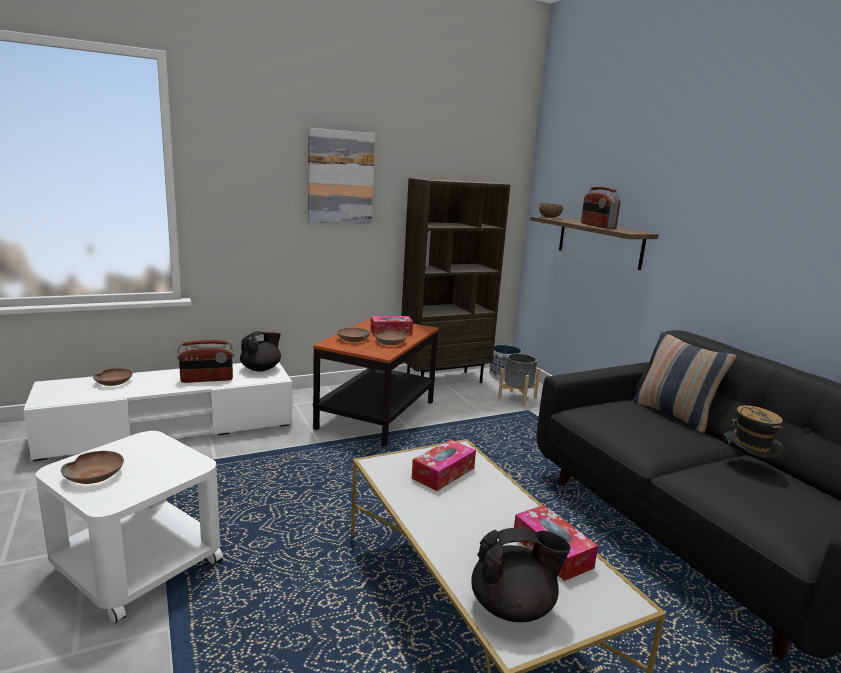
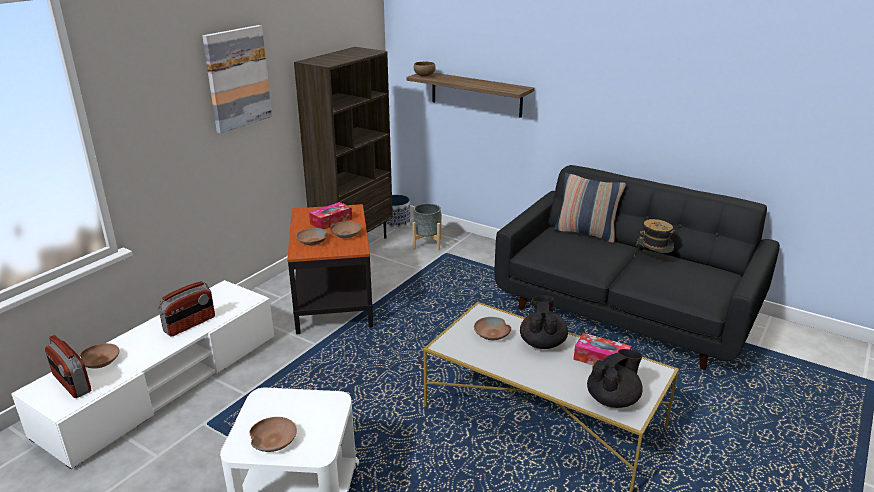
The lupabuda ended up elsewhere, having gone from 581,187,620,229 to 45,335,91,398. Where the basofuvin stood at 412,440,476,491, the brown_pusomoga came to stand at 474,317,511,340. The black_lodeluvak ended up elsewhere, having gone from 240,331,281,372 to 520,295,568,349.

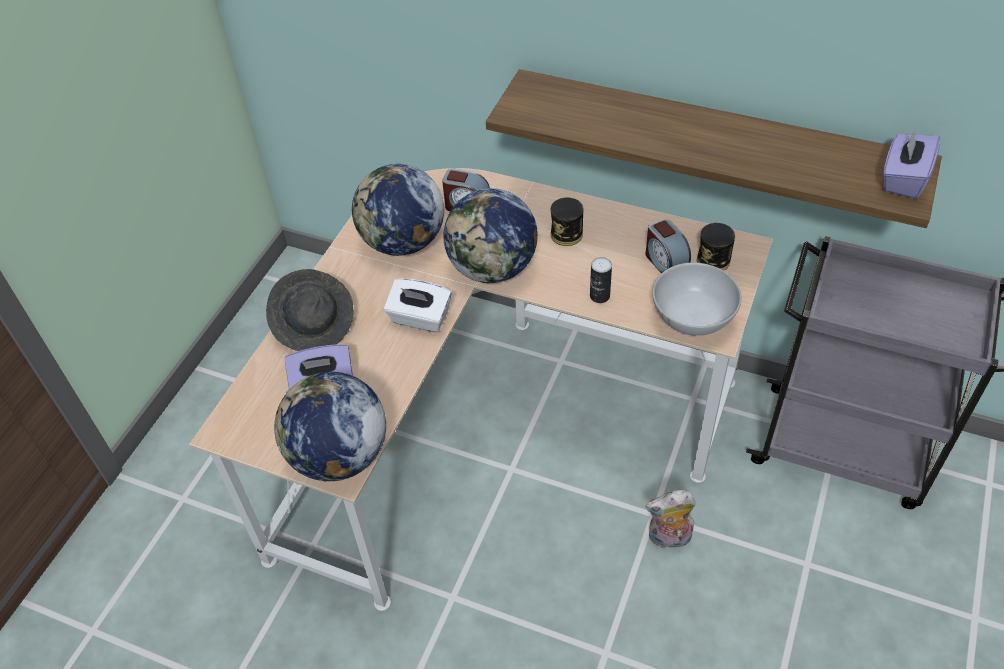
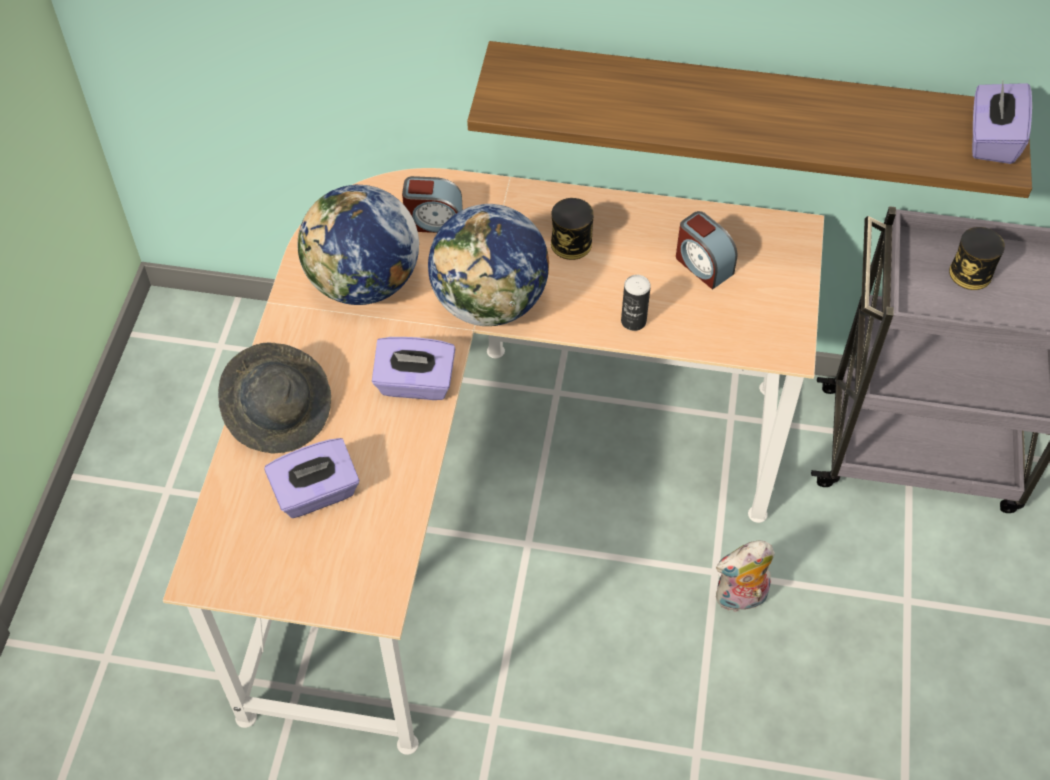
What was the white_basofuvin at 384,278,452,332 turned into the purple_basofuvin at 372,337,455,400. The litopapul ended up elsewhere, having gone from 697,223,735,271 to 949,227,1005,290. The second view lost the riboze at 274,372,386,481. The second view lost the white_pusomoga at 652,263,742,336.

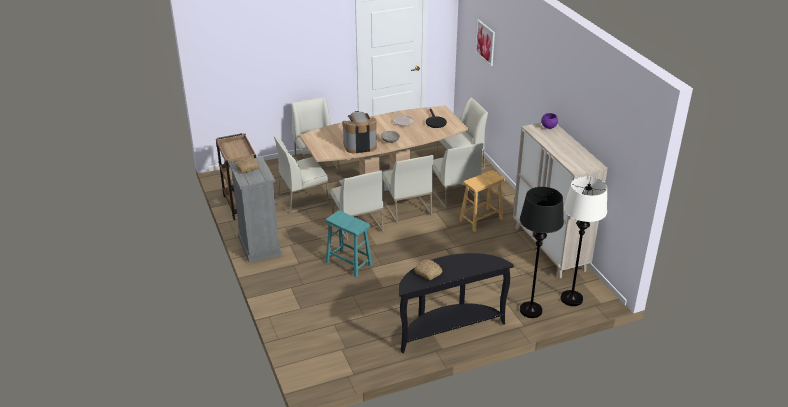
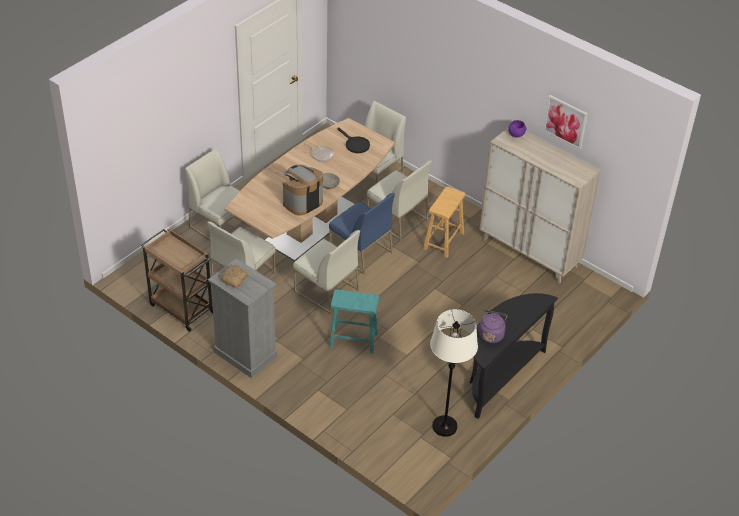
What was the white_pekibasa at 382,155,433,223 turned into the blue_pekibasa at 329,193,395,274. The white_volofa ended up elsewhere, having gone from 561,176,607,306 to 430,309,478,437. Where the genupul stood at 414,259,443,280, the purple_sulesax came to stand at 476,310,507,343. The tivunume ended up elsewhere, having gone from 475,19,495,66 to 543,95,588,149. The second view lost the black_volofa at 520,187,564,318.

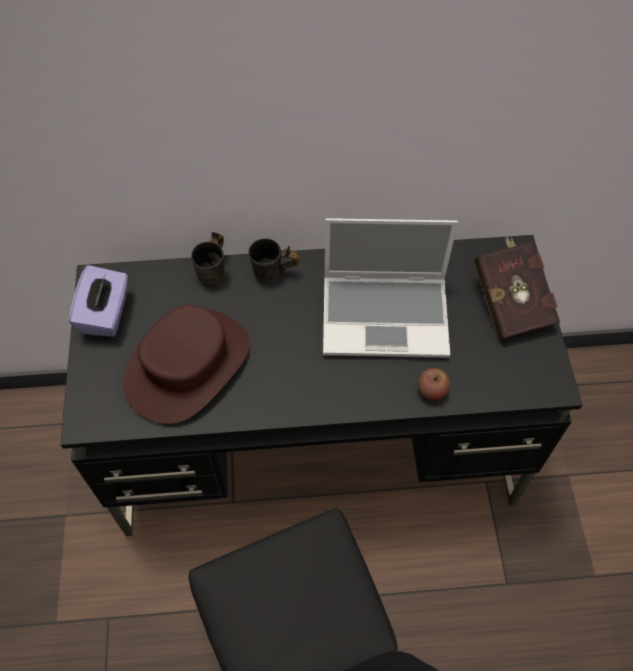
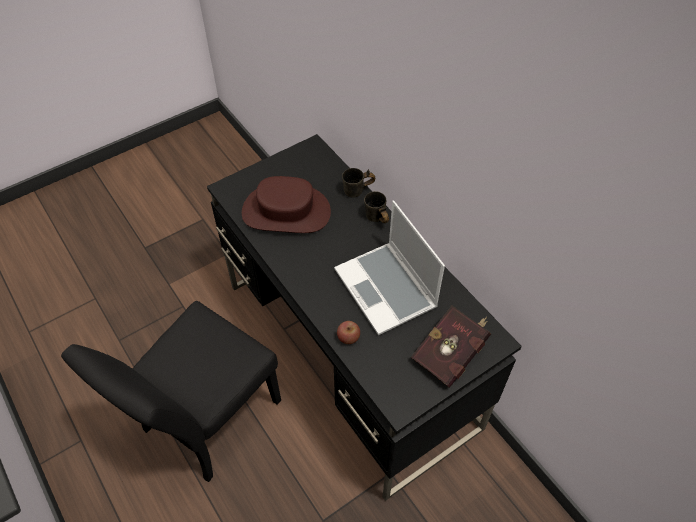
The second view lost the purple_basofuvin at 69,265,128,337.

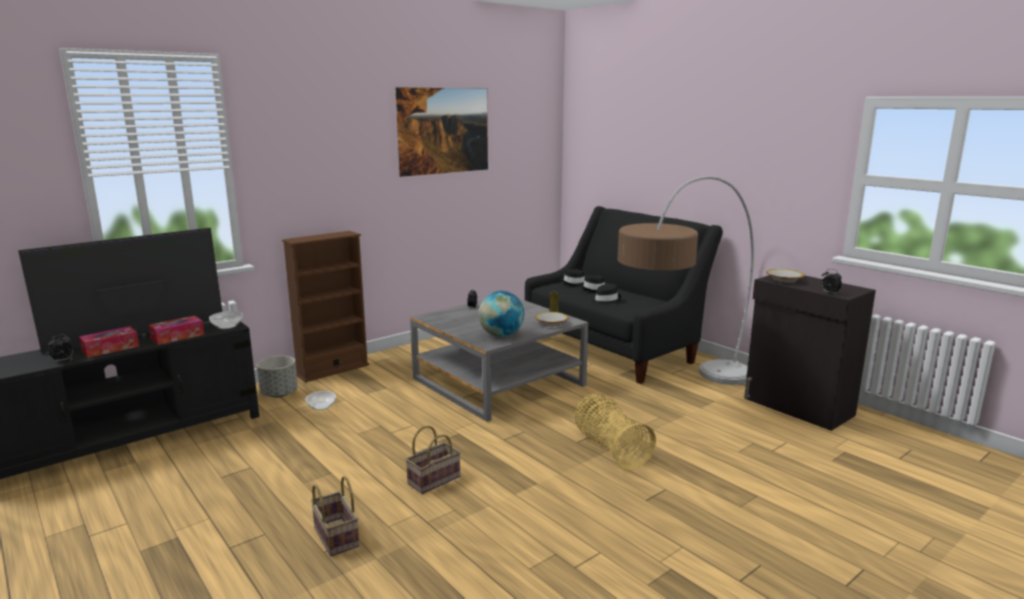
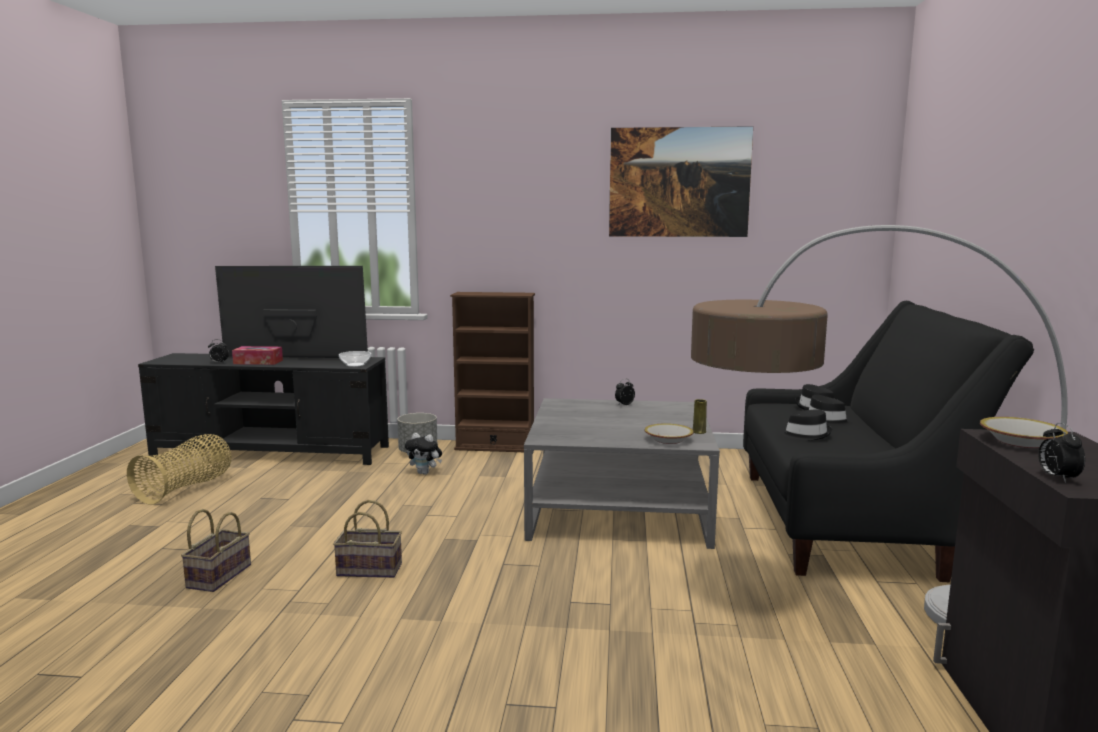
The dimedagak ended up elsewhere, having gone from 574,394,656,470 to 127,434,231,504. Where the pusomoga stood at 306,391,336,410, the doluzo came to stand at 405,433,442,475. The second view lost the basofuvin at 149,316,204,345. The second view lost the riboze at 478,291,524,337.

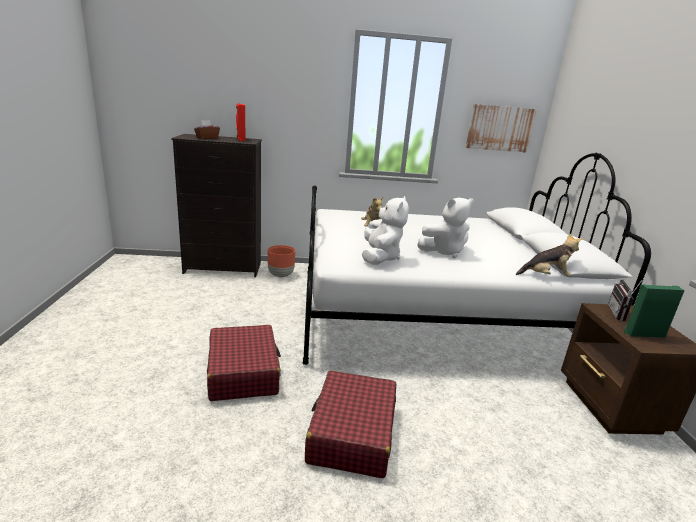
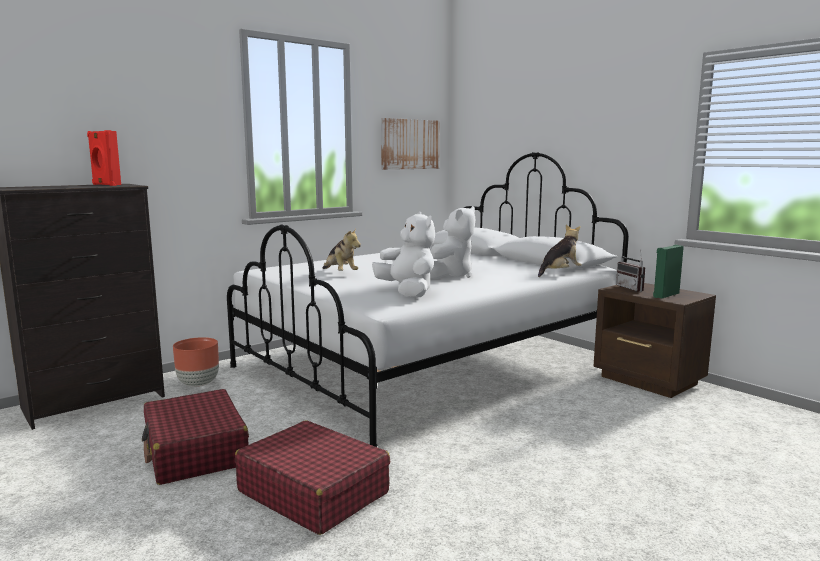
The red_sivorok ended up elsewhere, having gone from 305,370,396,478 to 142,389,249,485. The second view lost the brown_basofuvin at 194,120,220,139.

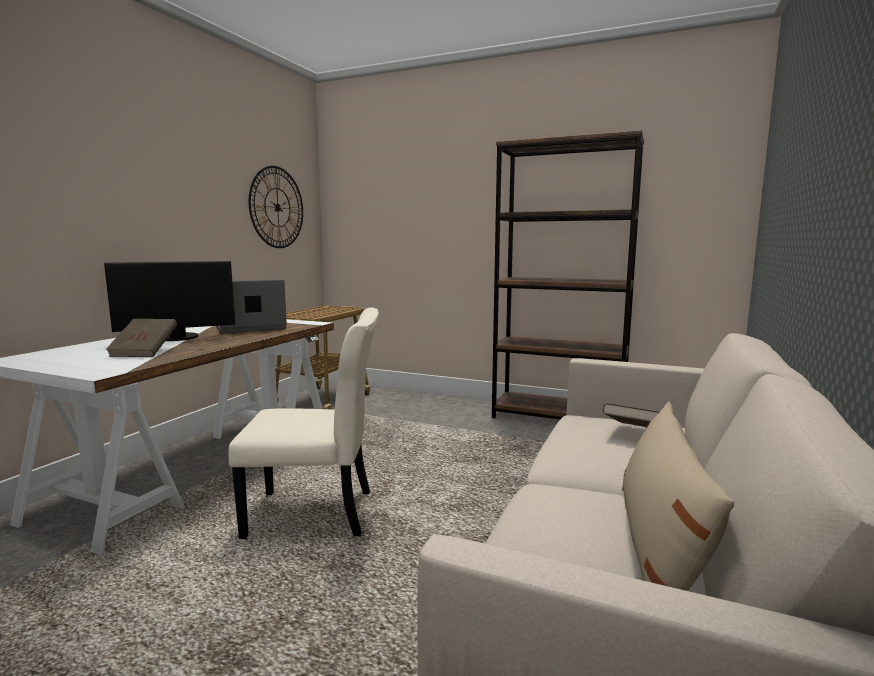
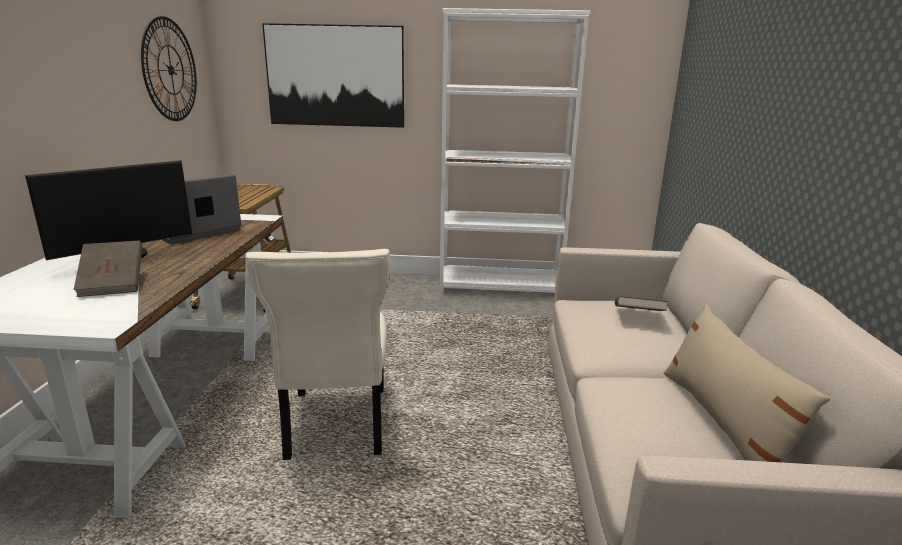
The beige_pekibasa at 228,308,379,539 ended up facing another way, 105 degrees clockwise from before. The second view gained the tivunume at 262,23,404,128. What was the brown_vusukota at 492,130,644,420 turned into the white_vusukota at 440,8,590,295.

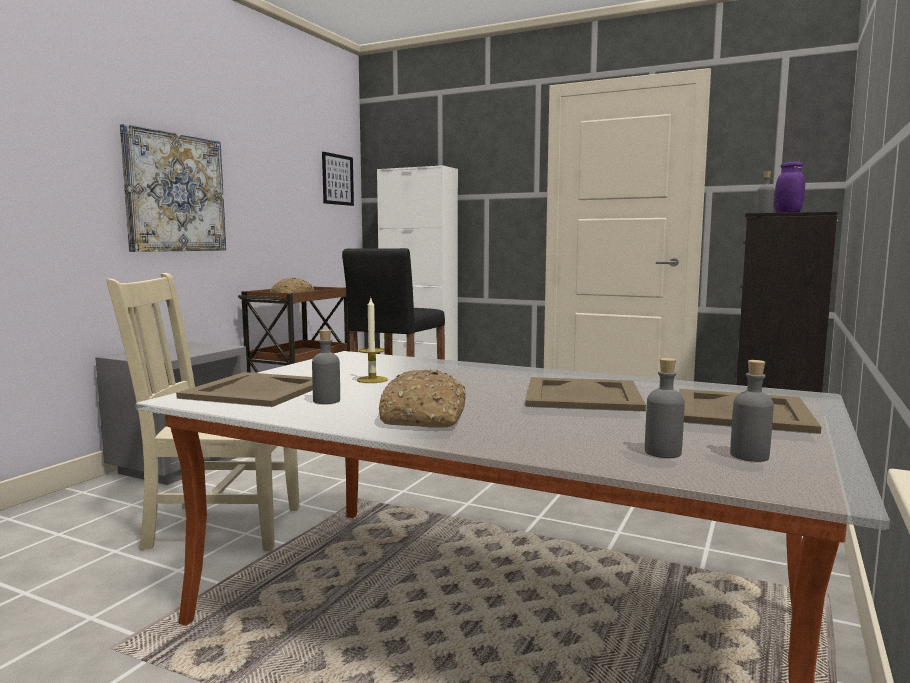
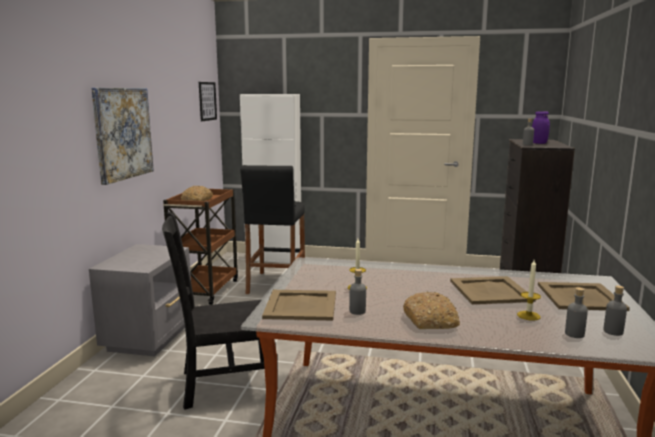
What was the beige_pekibasa at 106,273,299,551 turned into the black_pekibasa at 162,212,265,410. The second view gained the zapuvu at 517,260,541,321.

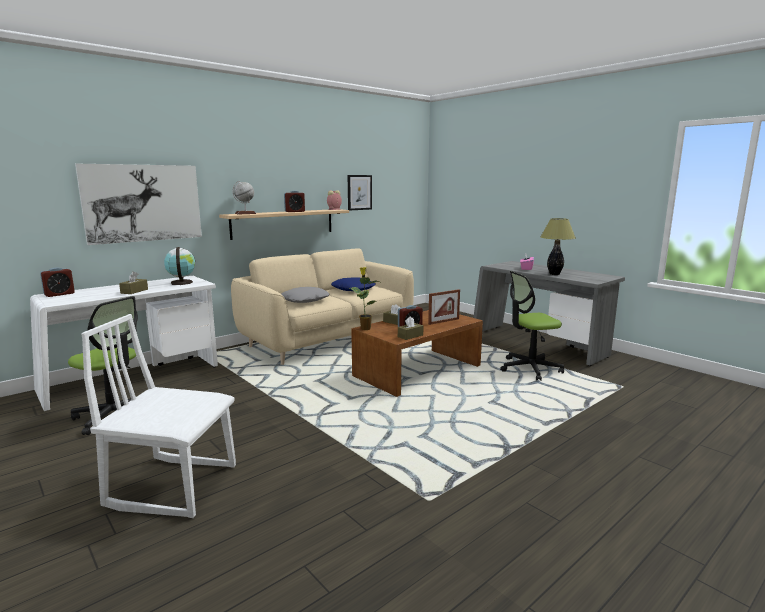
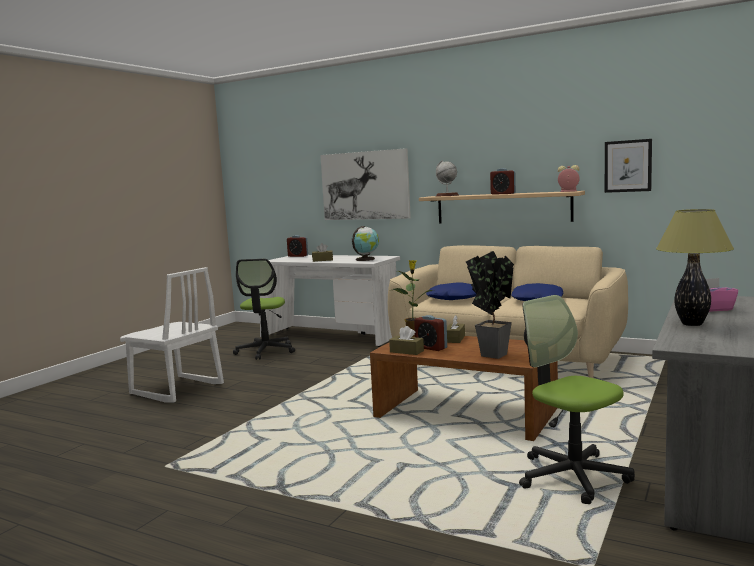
The white_pekibasa at 81,314,236,518 ended up facing another way, 135 degrees clockwise from before. What was the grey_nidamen at 281,287,329,303 turned into the blue_nidamen at 426,282,476,300. Where the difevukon stood at 428,289,460,325, the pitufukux came to stand at 466,251,514,359.

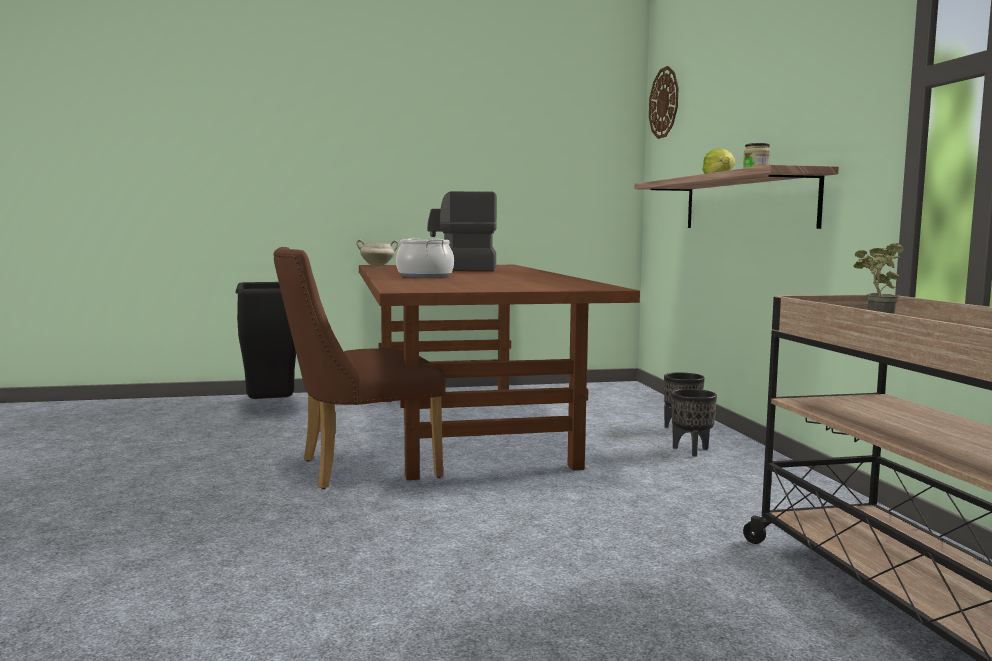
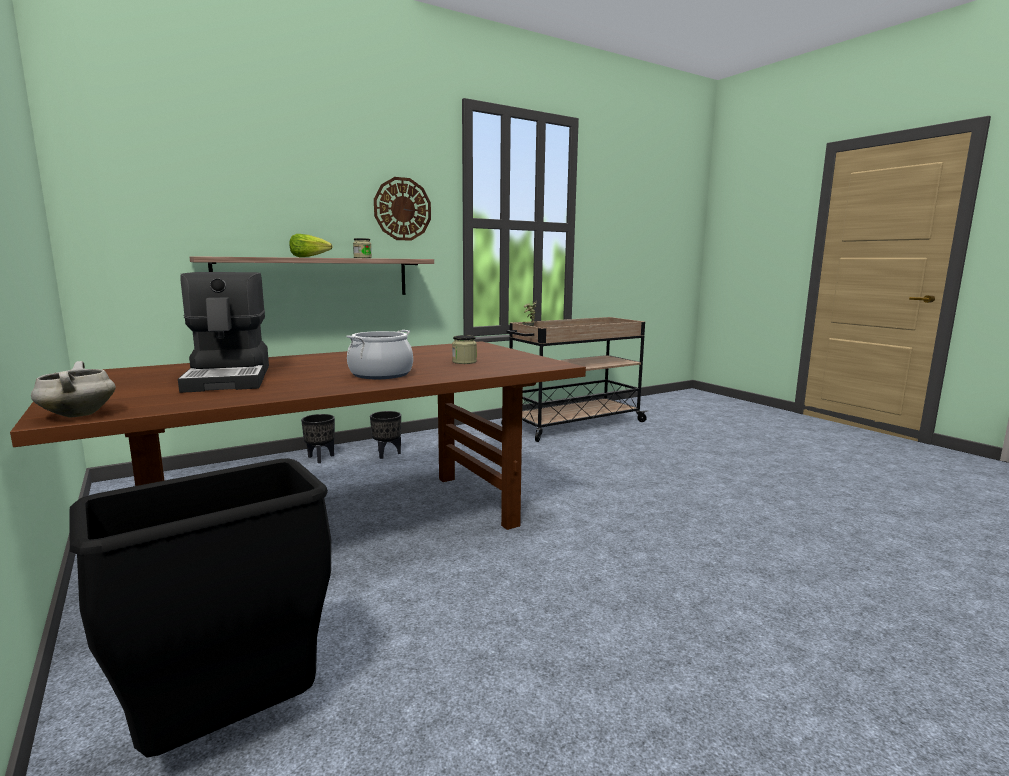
The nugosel ended up elsewhere, having gone from 649,66,679,139 to 374,177,431,241. The second view gained the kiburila at 452,335,477,364. The second view lost the brown_pekibasa at 273,247,446,489.

